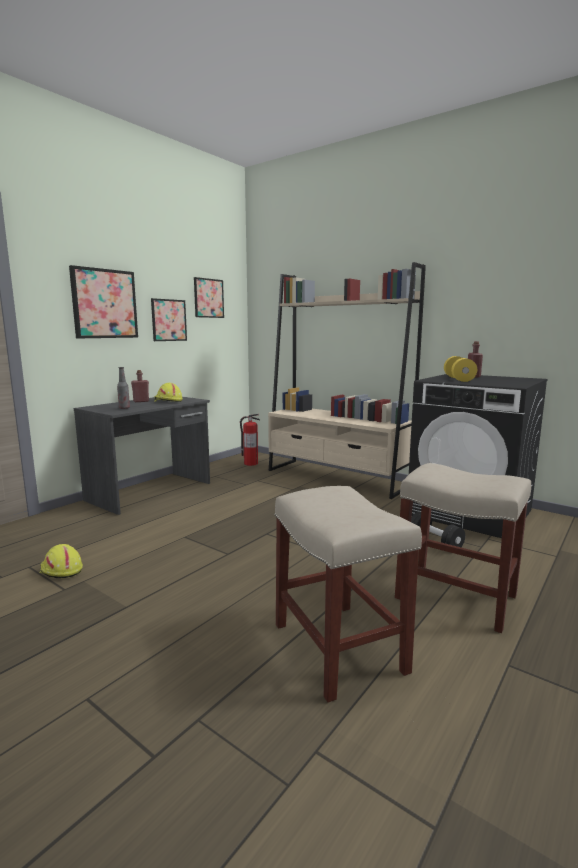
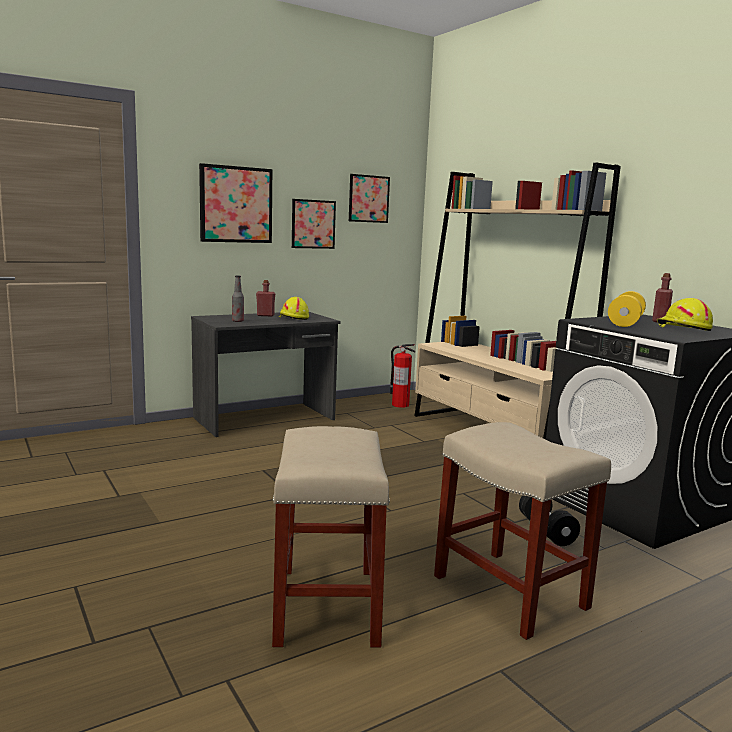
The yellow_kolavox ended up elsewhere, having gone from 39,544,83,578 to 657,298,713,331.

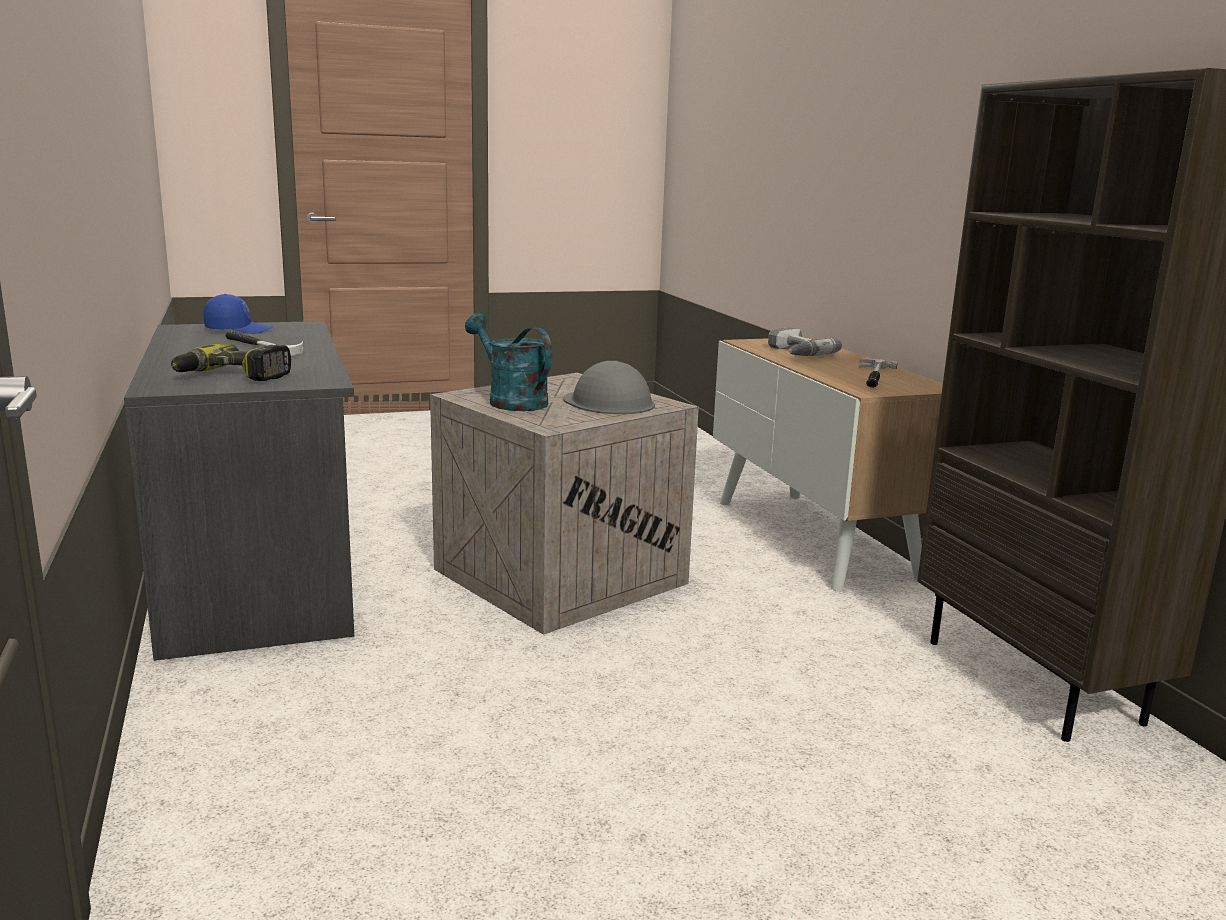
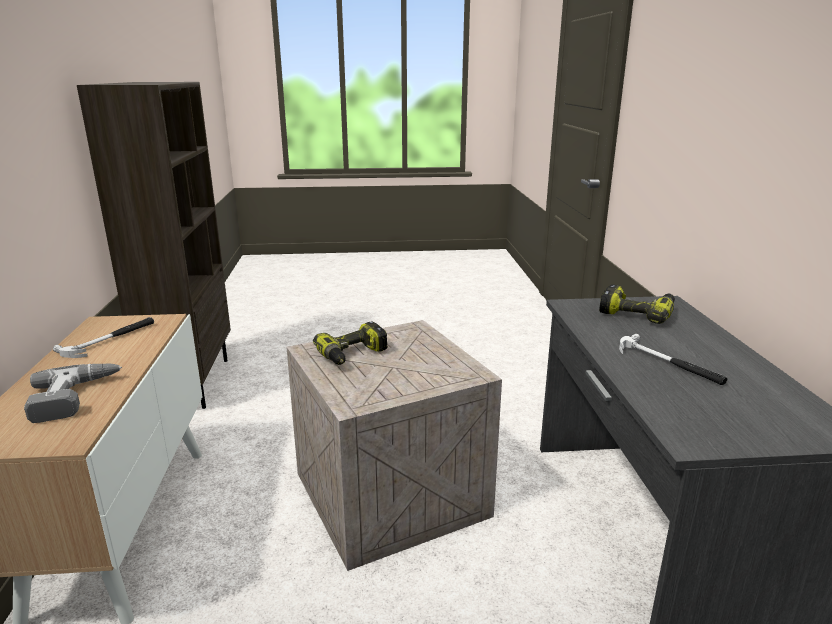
Where the grey_kolavox stood at 563,361,655,414, the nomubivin came to stand at 313,321,388,365. The second view lost the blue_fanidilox at 204,294,273,334. The second view lost the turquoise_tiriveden at 465,313,552,411.

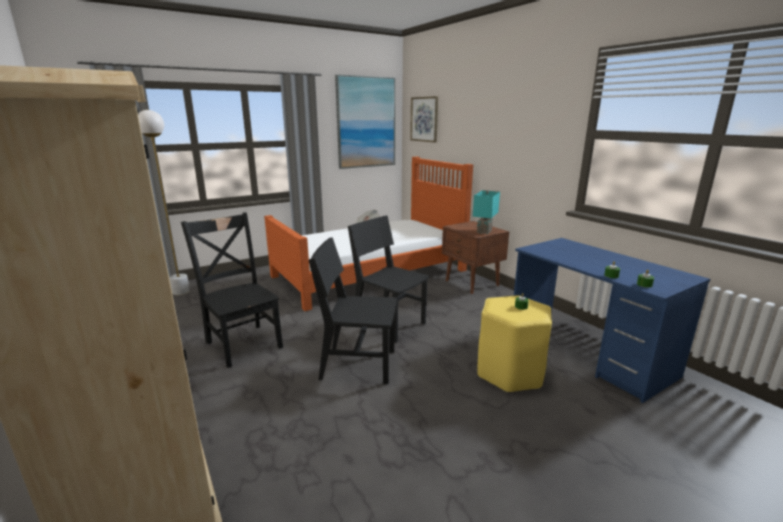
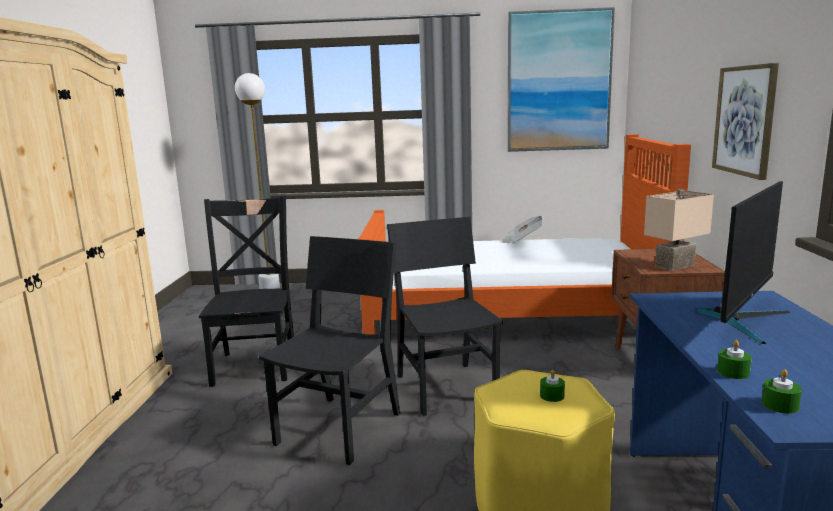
The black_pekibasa at 309,237,397,384 ended up facing another way, 75 degrees clockwise from before. What was the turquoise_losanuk at 473,190,500,234 turned into the beige_losanuk at 644,189,714,271. The second view gained the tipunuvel at 697,181,790,344. The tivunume ended up elsewhere, having gone from 410,96,438,142 to 712,63,779,180.

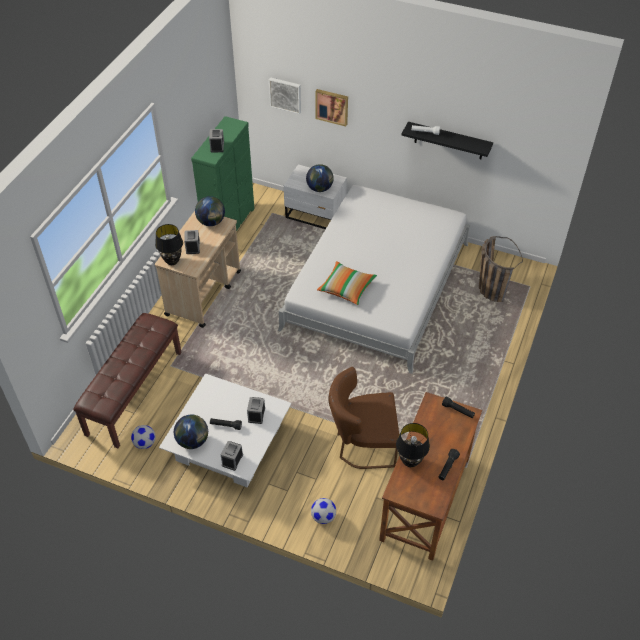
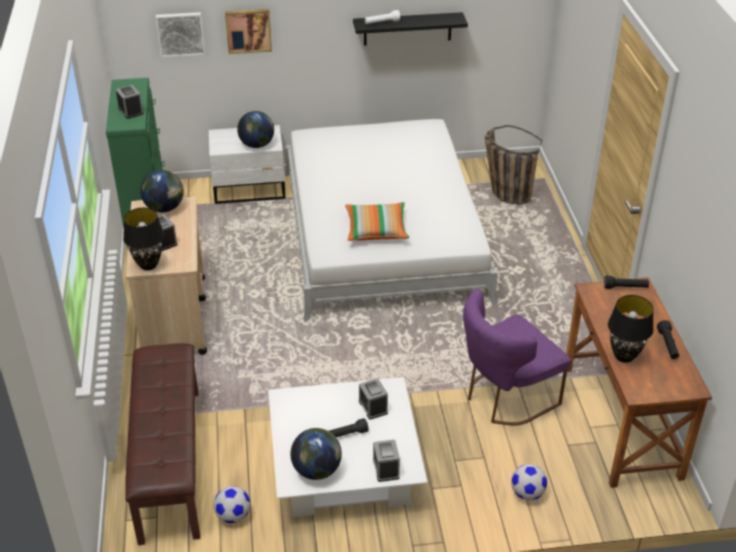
What was the brown_pekibasa at 328,367,399,469 turned into the purple_pekibasa at 463,289,571,426.

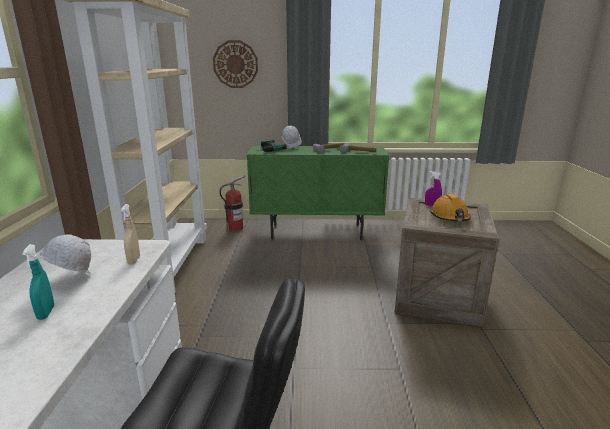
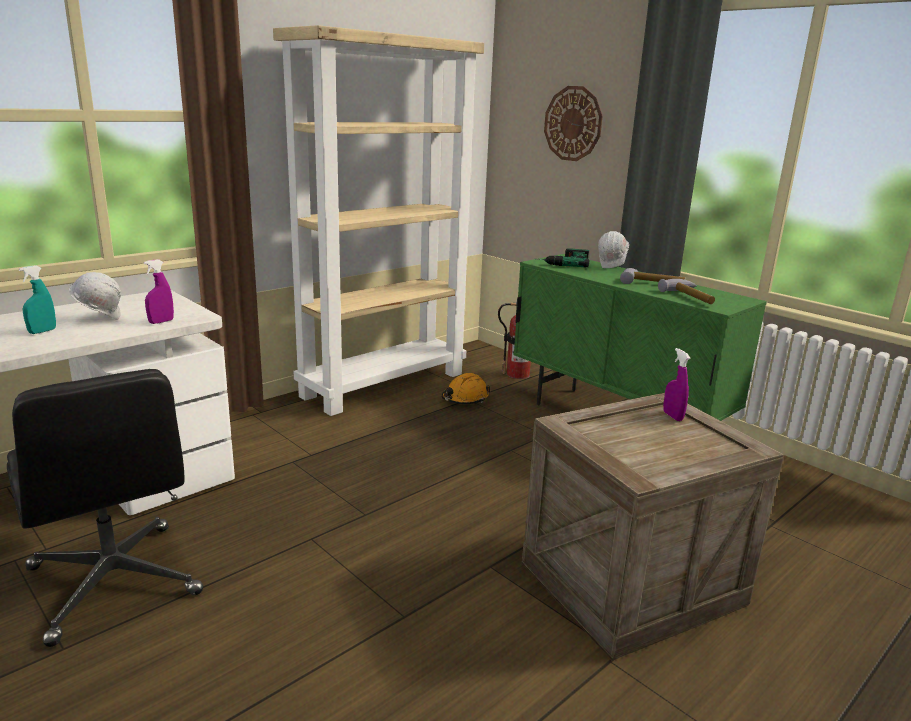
What was the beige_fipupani at 121,204,140,265 turned into the purple_fipupani at 143,259,174,324. The orange_kolavox ended up elsewhere, having gone from 431,194,471,221 to 441,373,490,404.

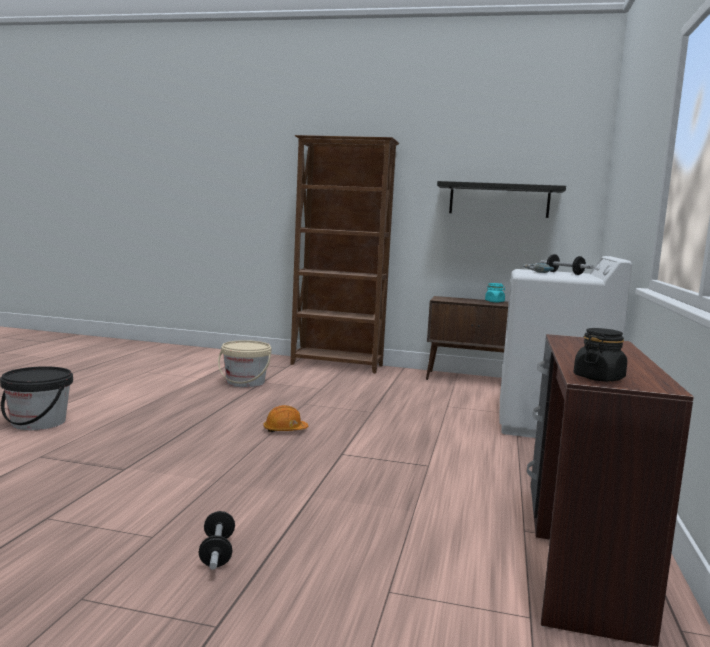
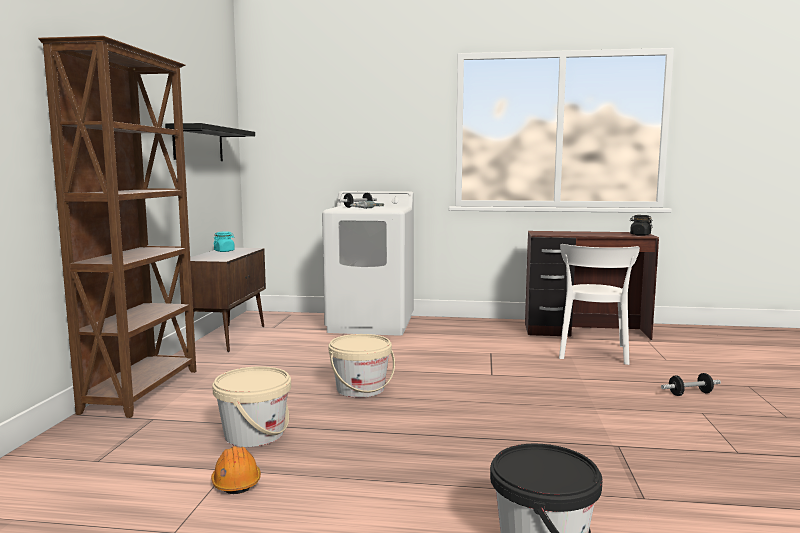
The orange_kolavox ended up elsewhere, having gone from 263,405,308,432 to 211,446,261,494. The second view gained the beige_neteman at 329,334,395,398. The second view gained the white_pekibasa at 559,244,640,365.

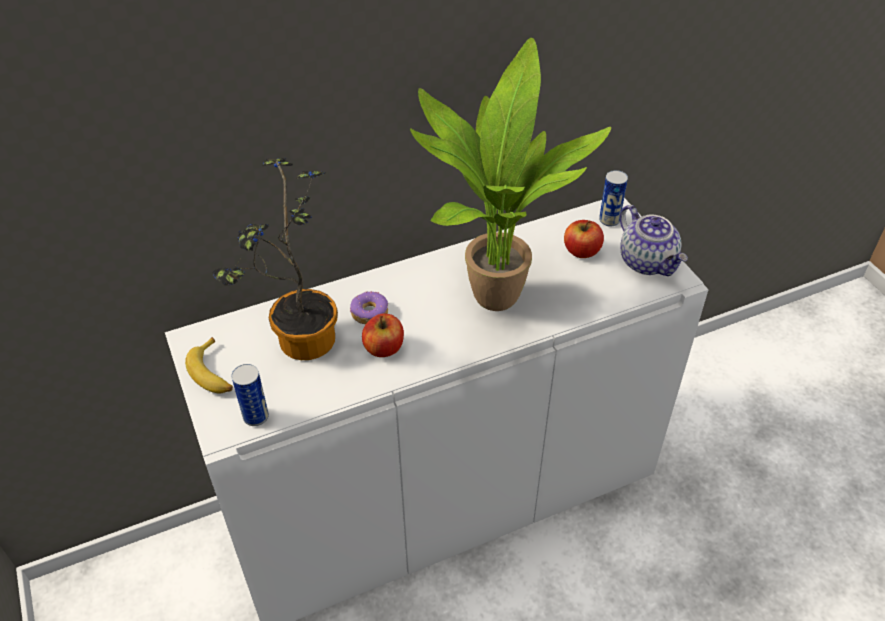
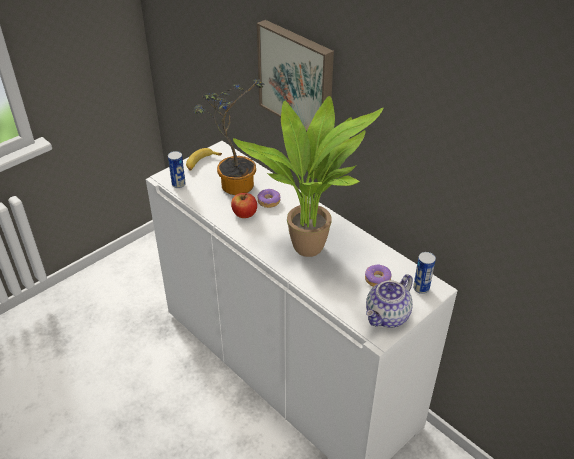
The second view gained the tivunume at 257,20,334,132. Where the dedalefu stood at 564,220,604,258, the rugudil came to stand at 365,265,392,287.

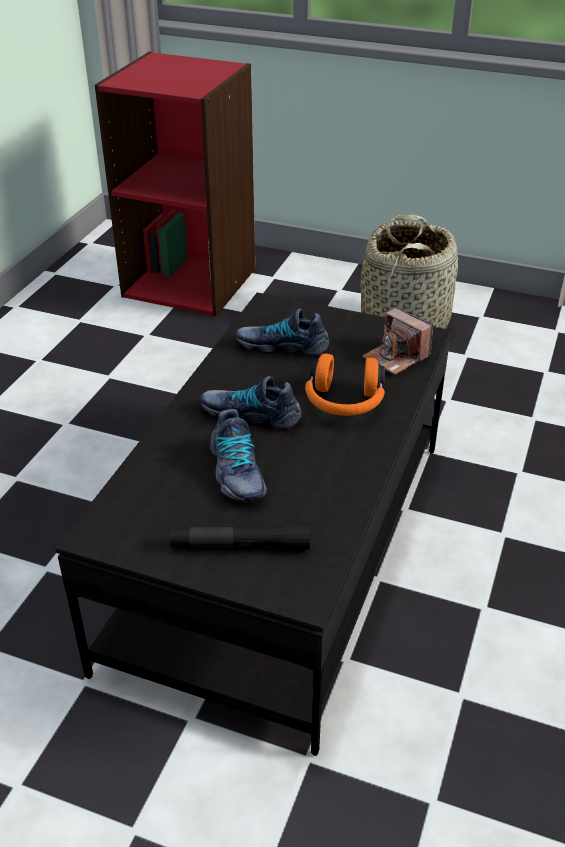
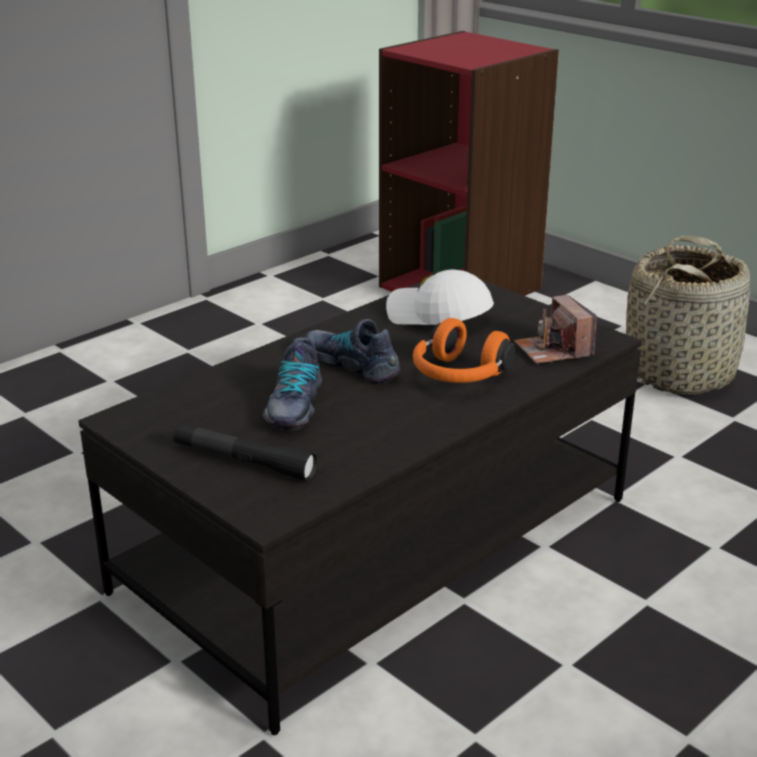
Where the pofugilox stood at 235,308,329,357, the white_fanidilox came to stand at 386,270,494,325.

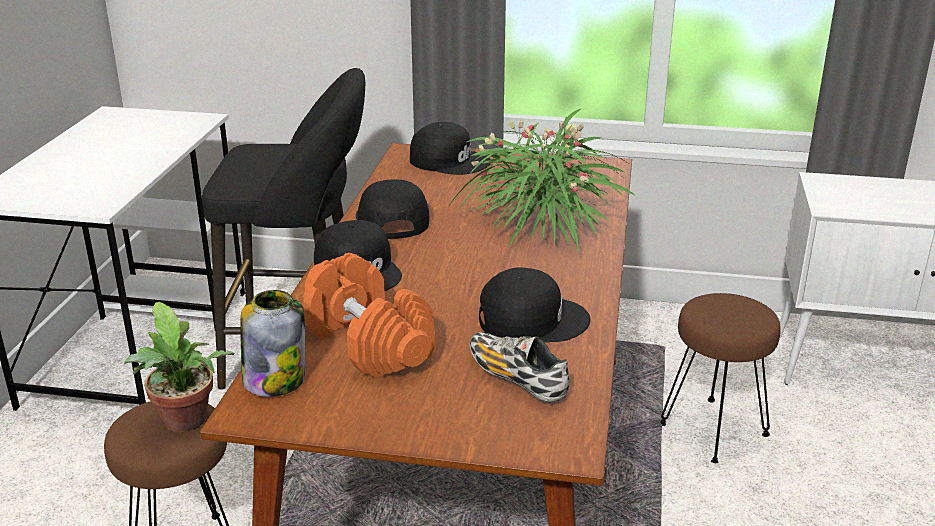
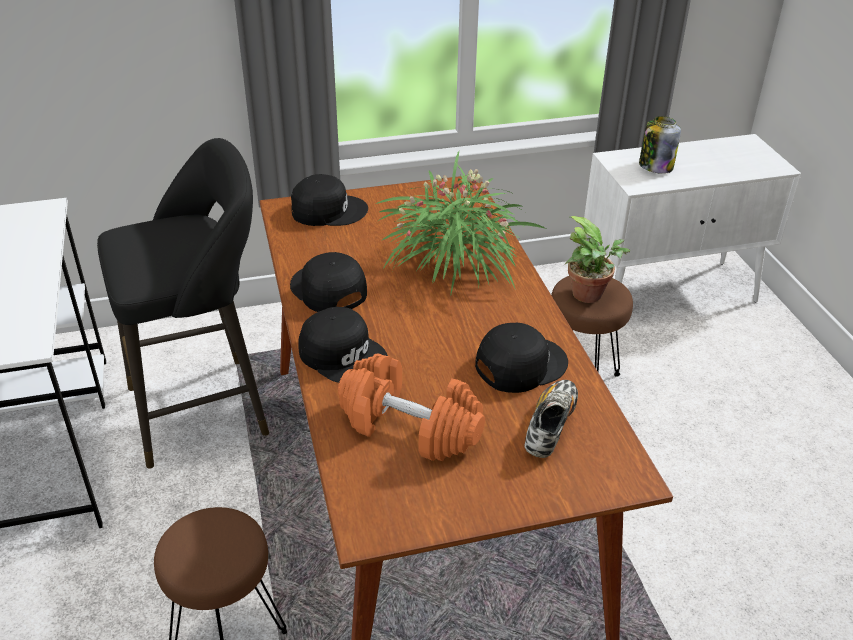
The pofugilox at 469,332,569,402 ended up facing another way, 90 degrees clockwise from before. The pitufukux ended up elsewhere, having gone from 124,302,234,432 to 565,216,630,303. The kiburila ended up elsewhere, having gone from 240,290,305,397 to 639,116,681,174.

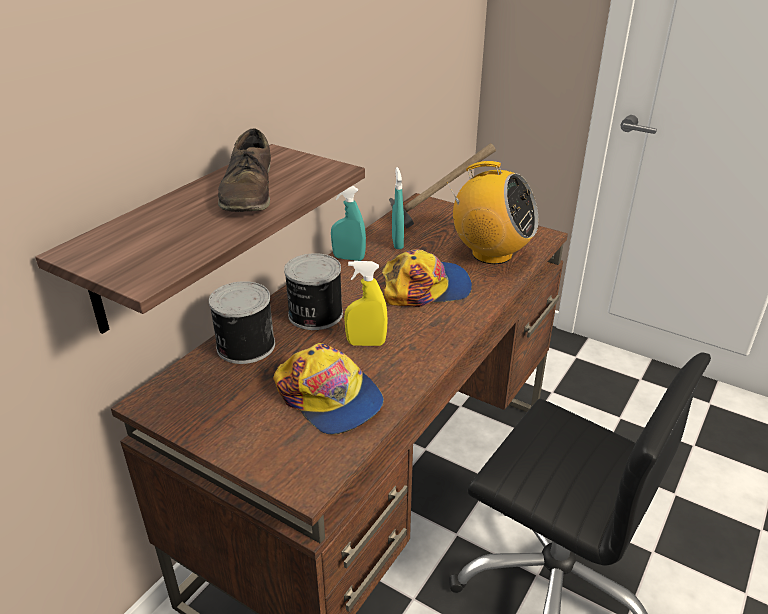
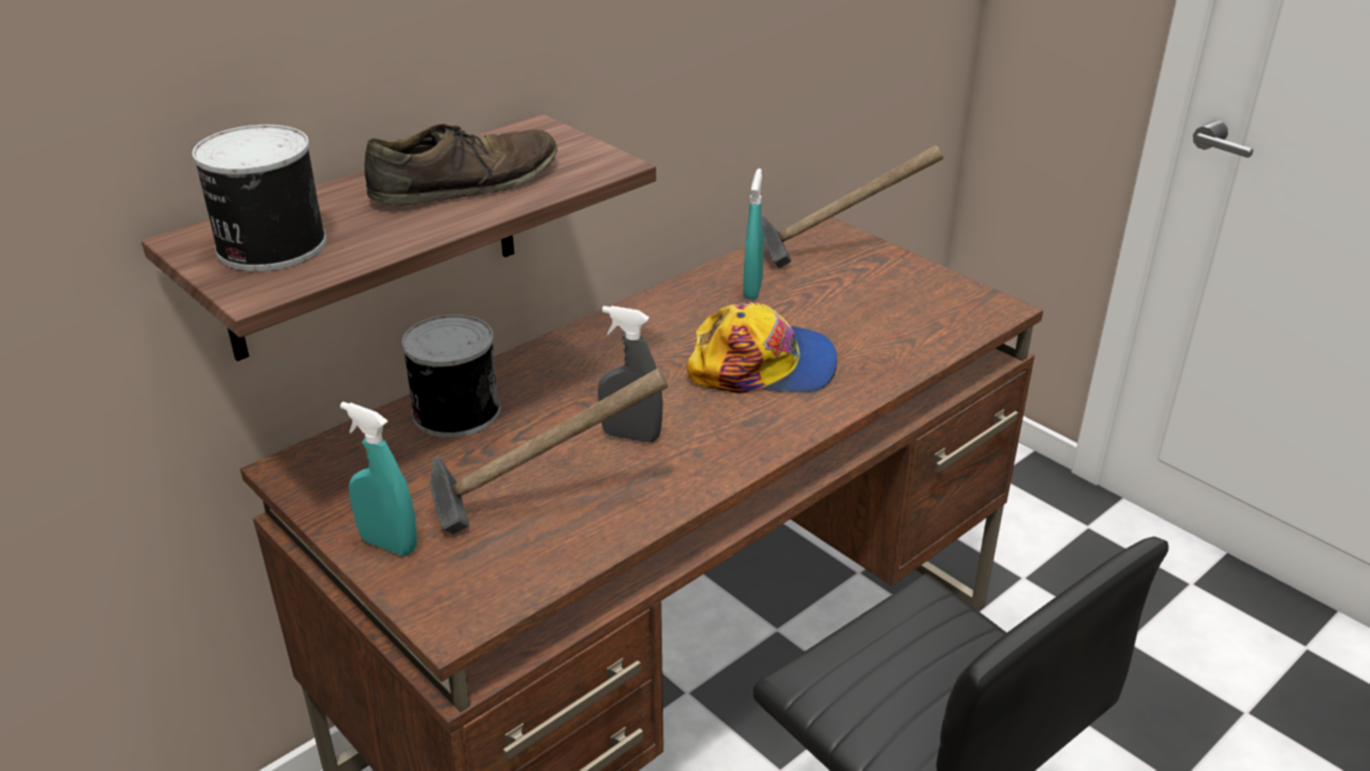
The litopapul ended up elsewhere, having gone from 284,253,343,330 to 192,125,327,272. The turquoise_fipupani ended up elsewhere, having gone from 331,186,366,261 to 340,402,417,556. The brown_pofugilox at 218,129,271,212 ended up facing another way, 135 degrees counterclockwise from before. Where the fanidilox stood at 273,343,384,435, the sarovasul came to stand at 430,368,668,534. What was the yellow_fipupani at 344,261,388,346 turned into the grey_fipupani at 598,306,663,443. The second view lost the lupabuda at 447,161,538,264.

